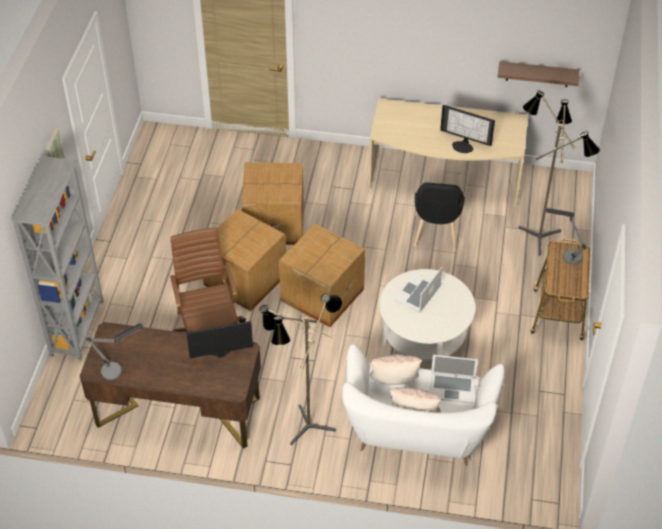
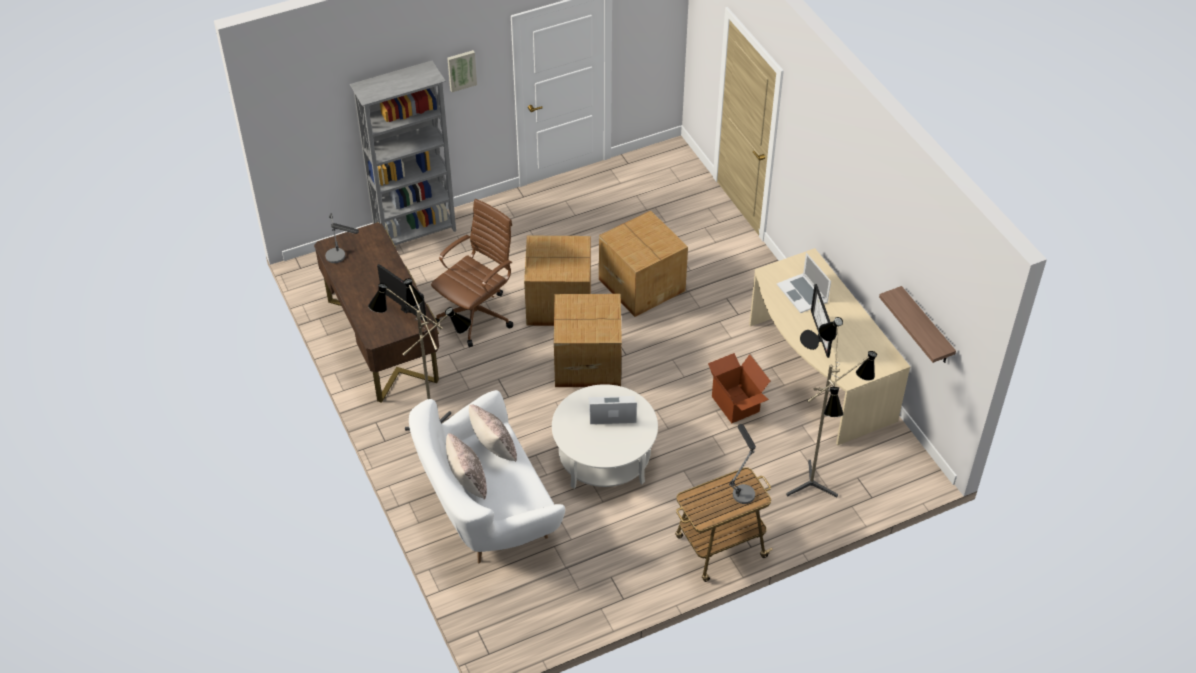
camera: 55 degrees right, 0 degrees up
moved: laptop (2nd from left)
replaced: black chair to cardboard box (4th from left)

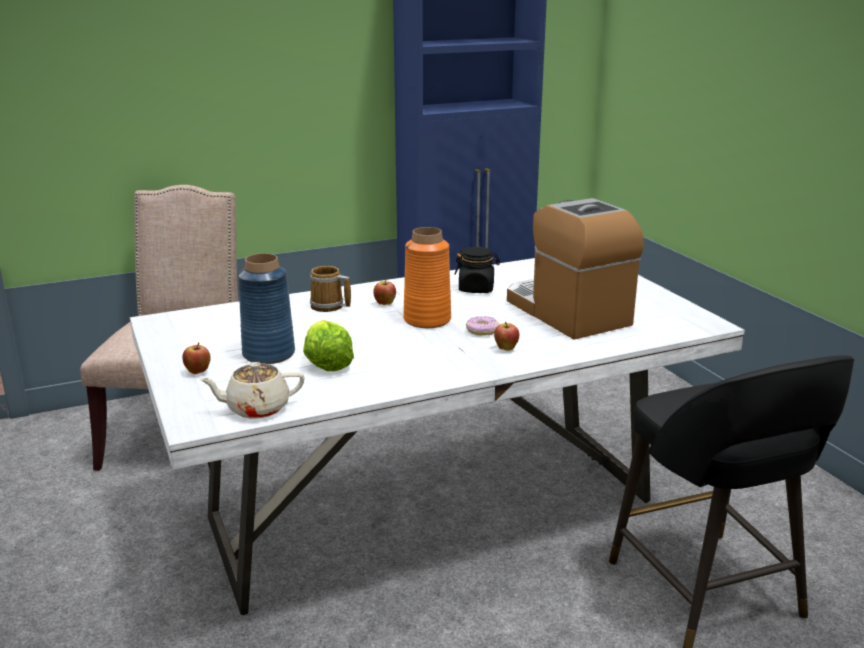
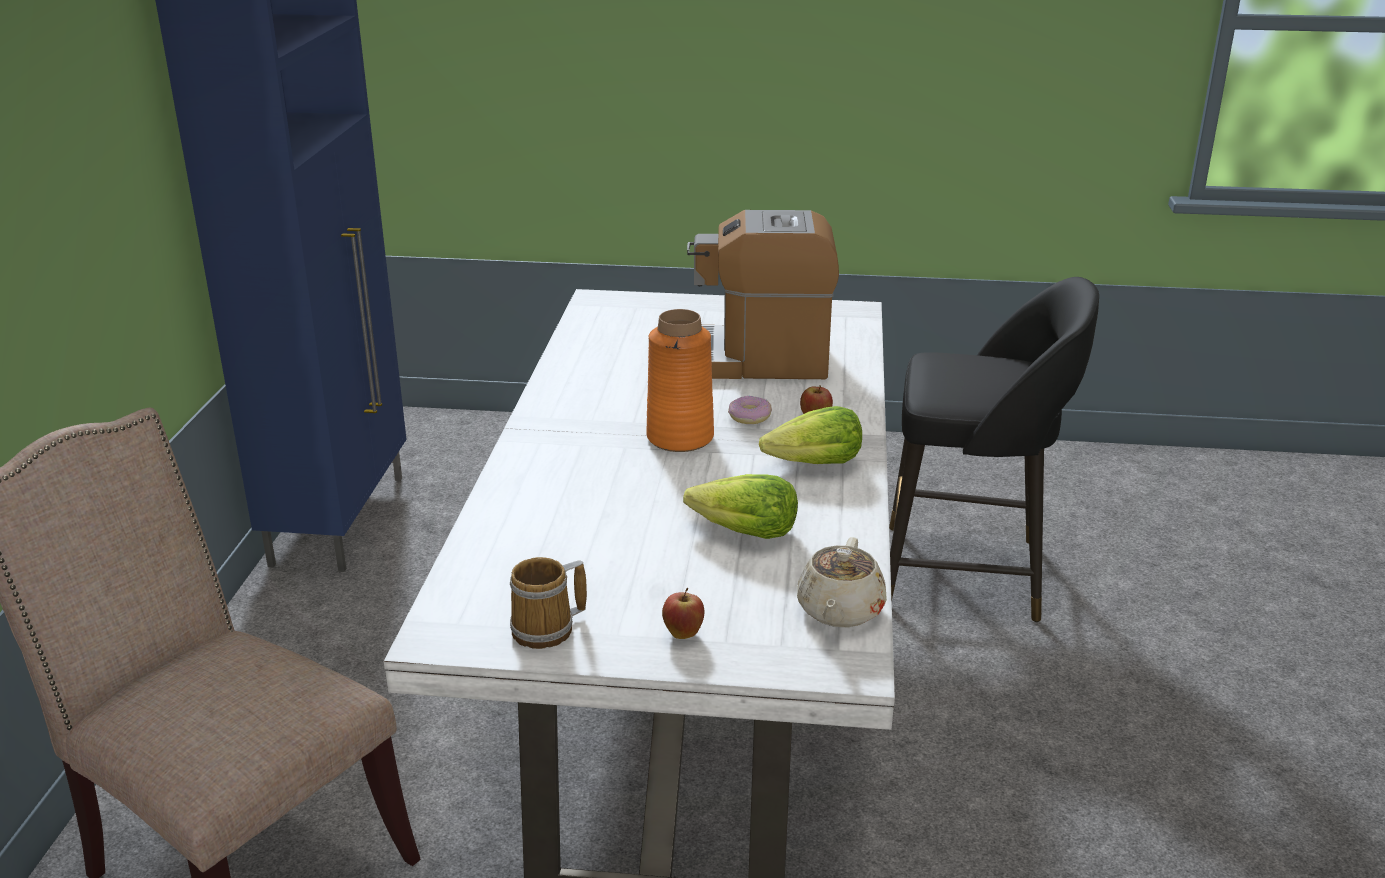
camera: 60 degrees left, 5 degrees up
removed: blue vase; apple (2nd from left); black jar
added: lettuce (2nd from left)
moved: mug

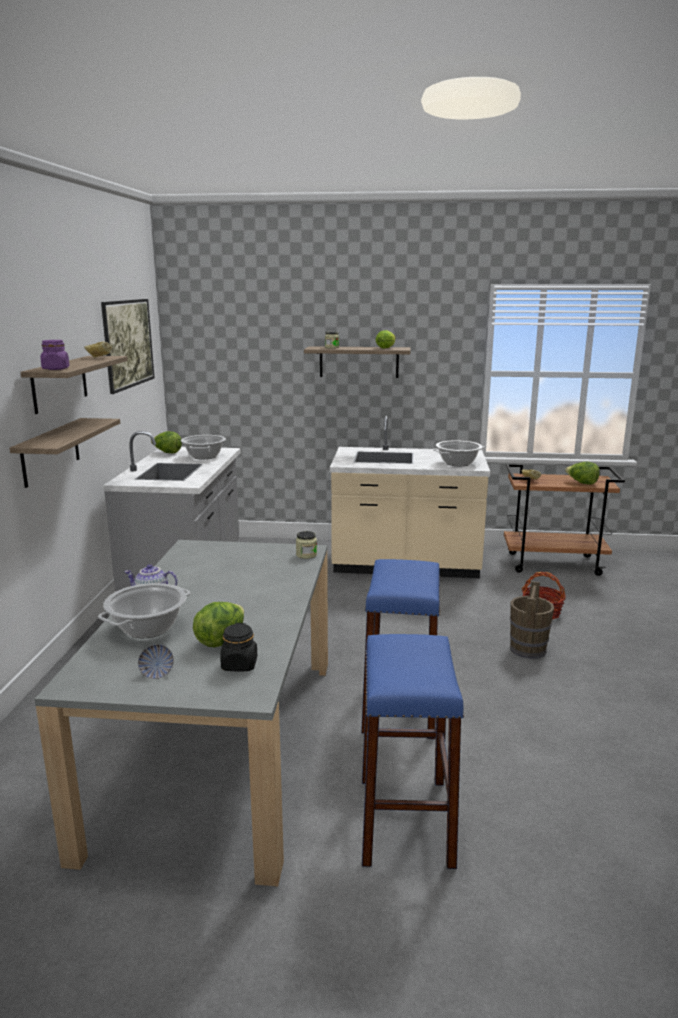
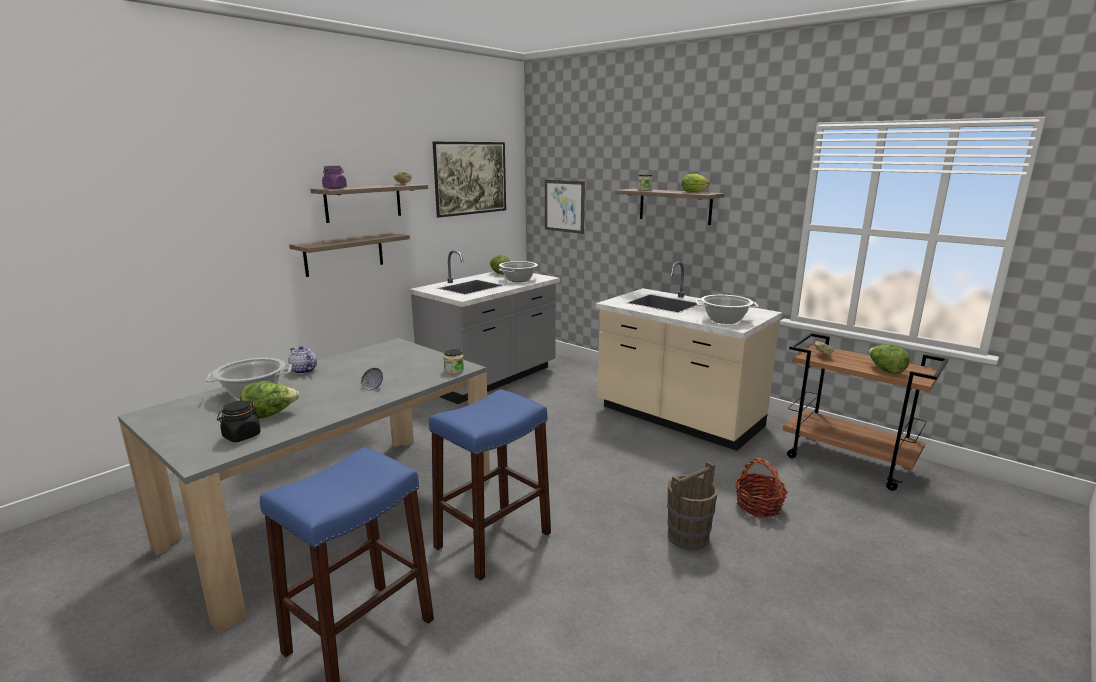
camera: 35 degrees right, 0 degrees up
added: picture (2nd from left)
moved: bowl

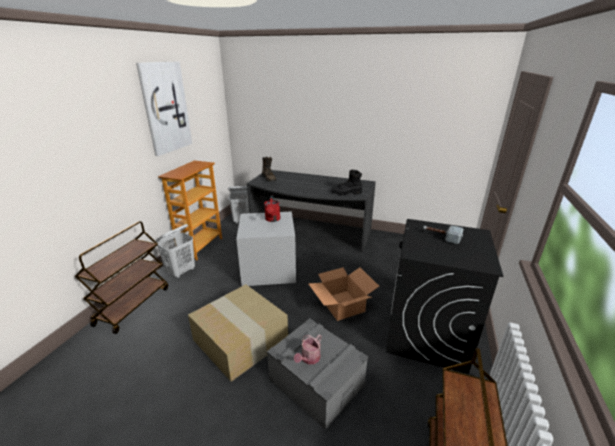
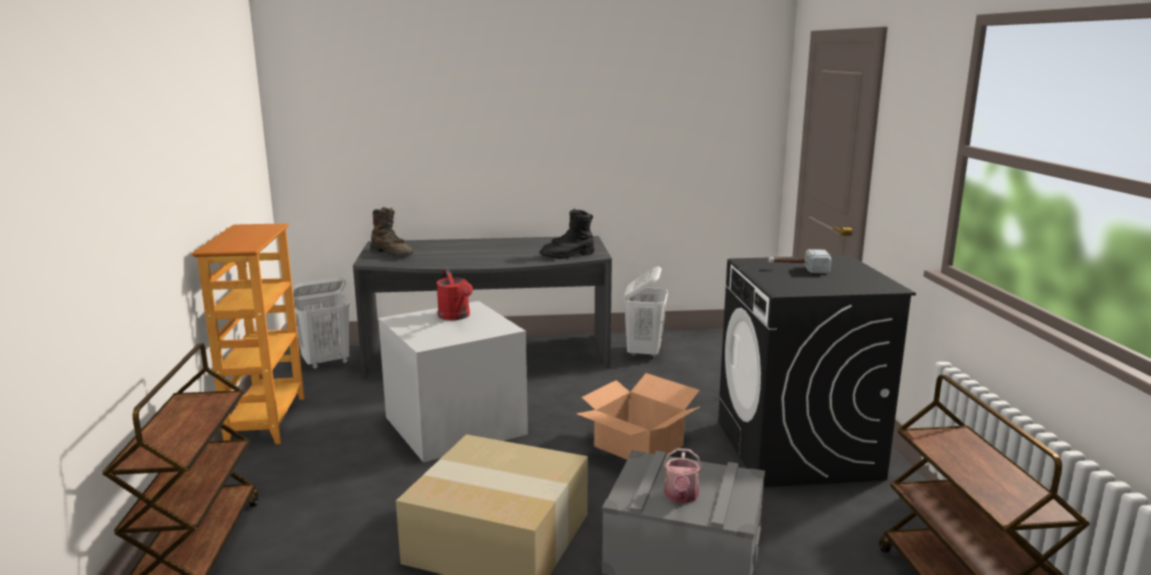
camera: 25 degrees left, 10 degrees down
removed: picture
moved: white laundry basket (1st from left in the first image) to white laundry basket (2nd from left)

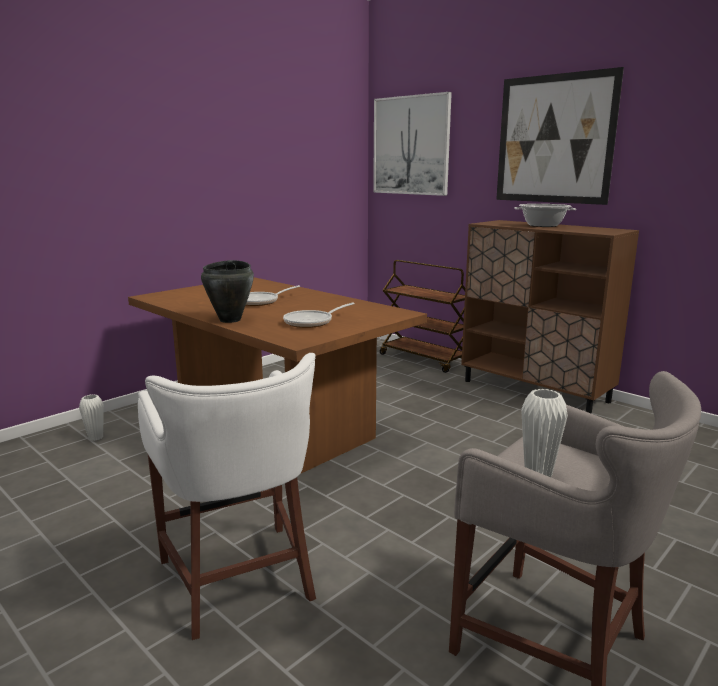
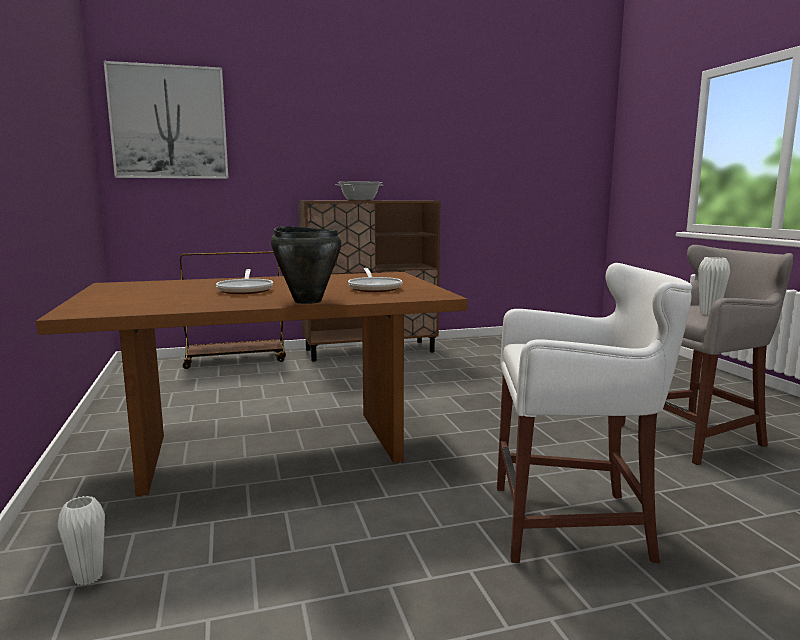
camera: 60 degrees left, 5 degrees down
removed: picture (2nd from left)

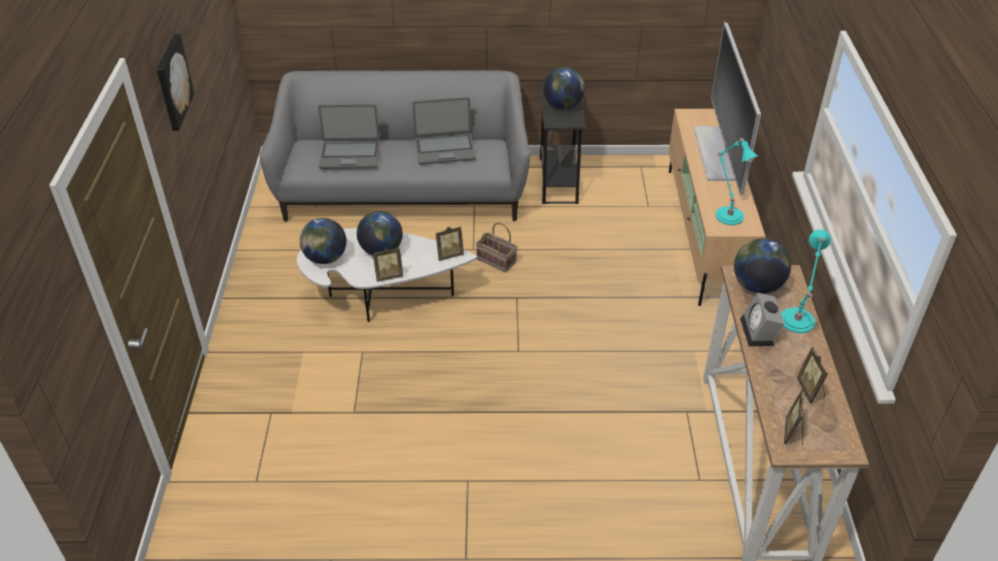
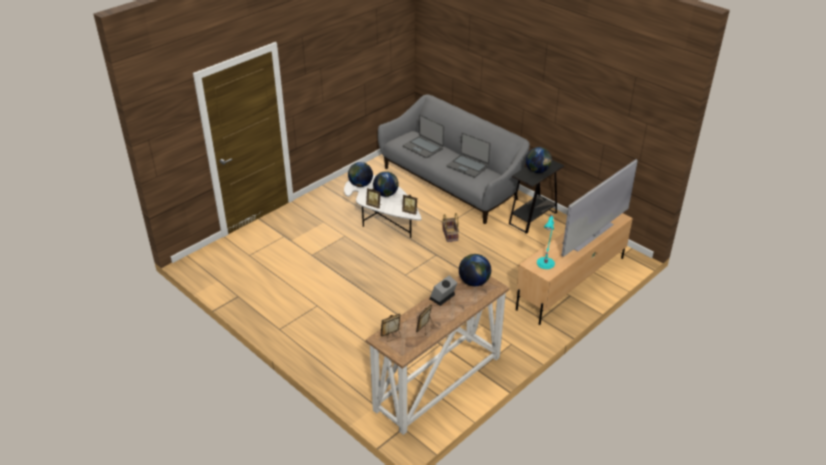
camera: 45 degrees right, 5 degrees down
removed: picture; turquoise table lamp (2nd from left)

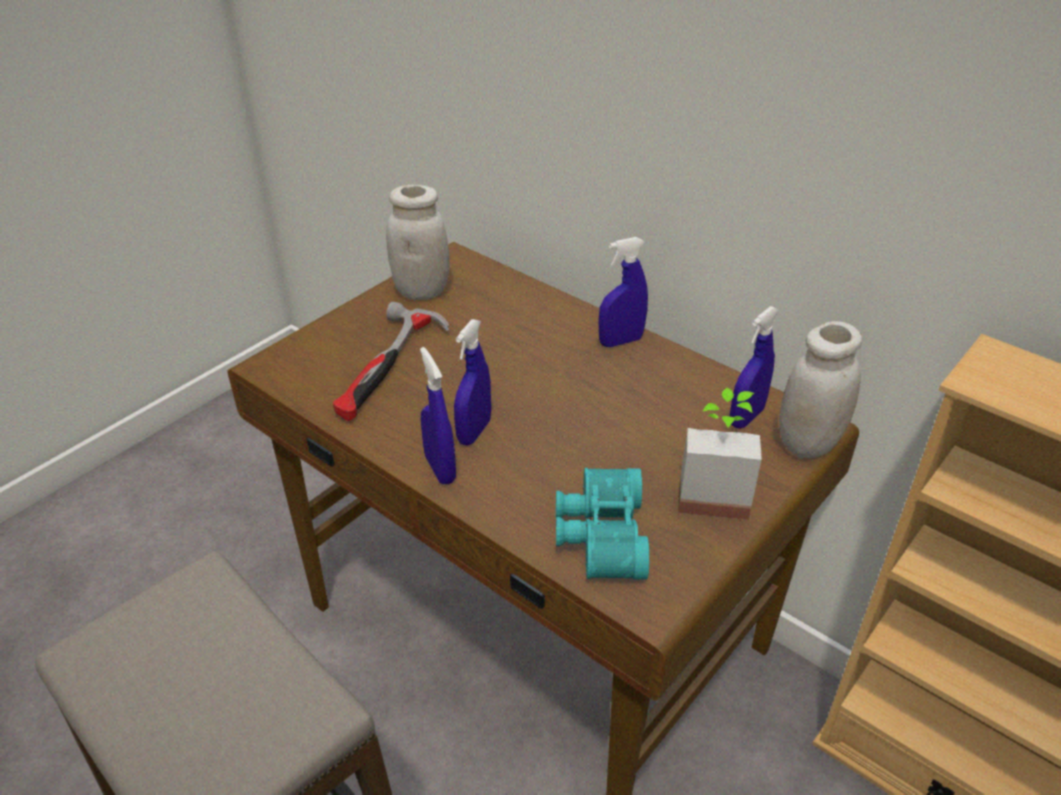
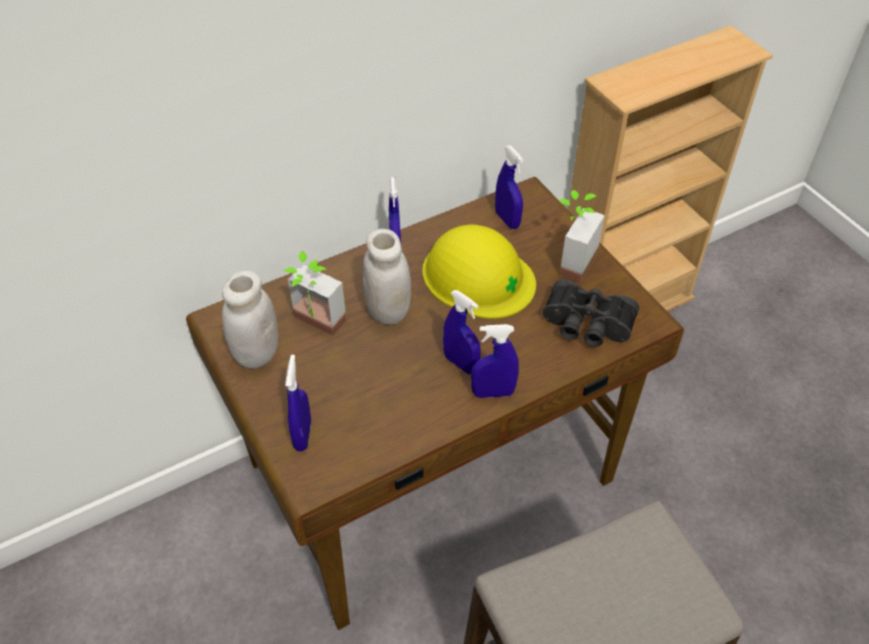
camera: 70 degrees left, 10 degrees up
removed: hammer
added: potted plant (1st from left); blue spray bottle (1st from left); yellow hard hat
moved: white jar (2nd from left)
recoloured: turquoise binoculars to black binoculars

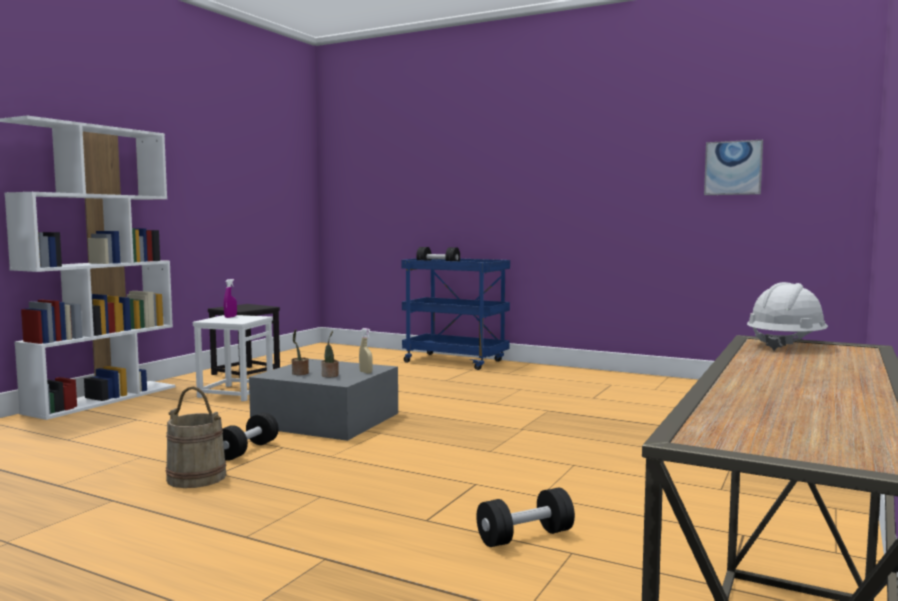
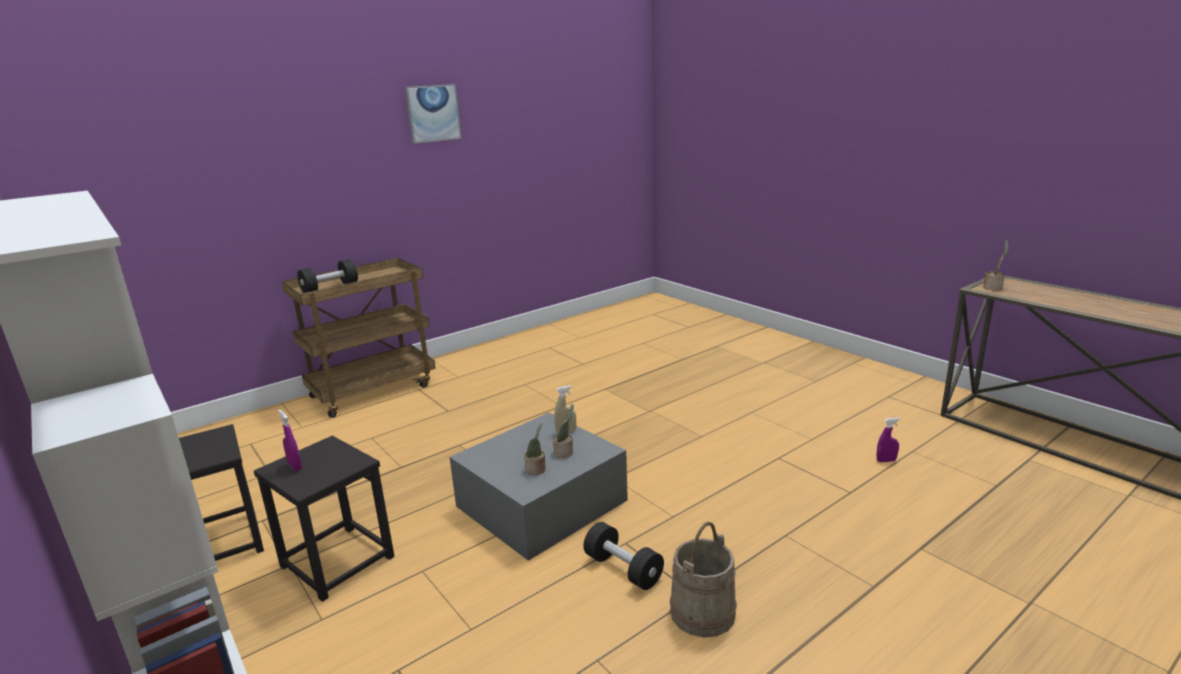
camera: 65 degrees left, 15 degrees up
moved: picture
replaced: black dumbbell (3rd from left) to purple spray bottle (2nd from left); white hard hat to potted plant (3rd from left)
recoloured: white stool to black stool (2nd from left); blue cart to brown cart

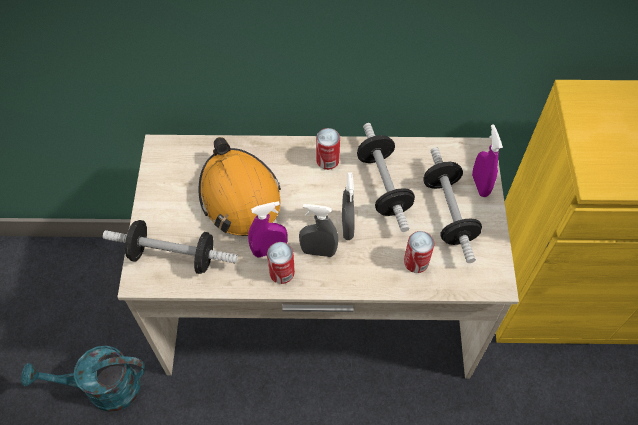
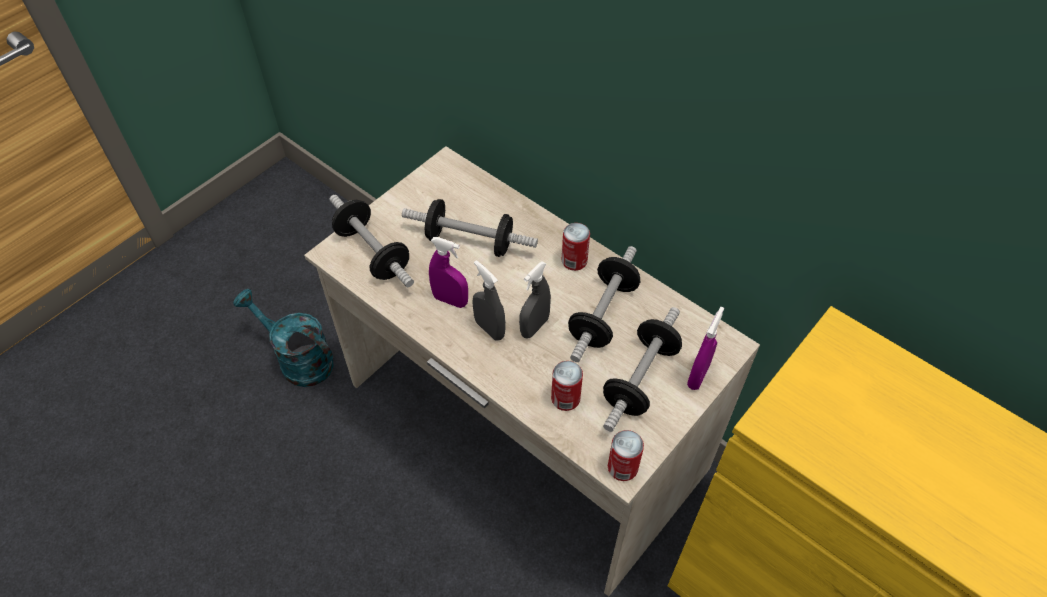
camera: 40 degrees right, 5 degrees down
moved: can (1st from left in the first image) to can (3rd from left)
replaced: orange hard hat to dumbbell (2nd from left)

